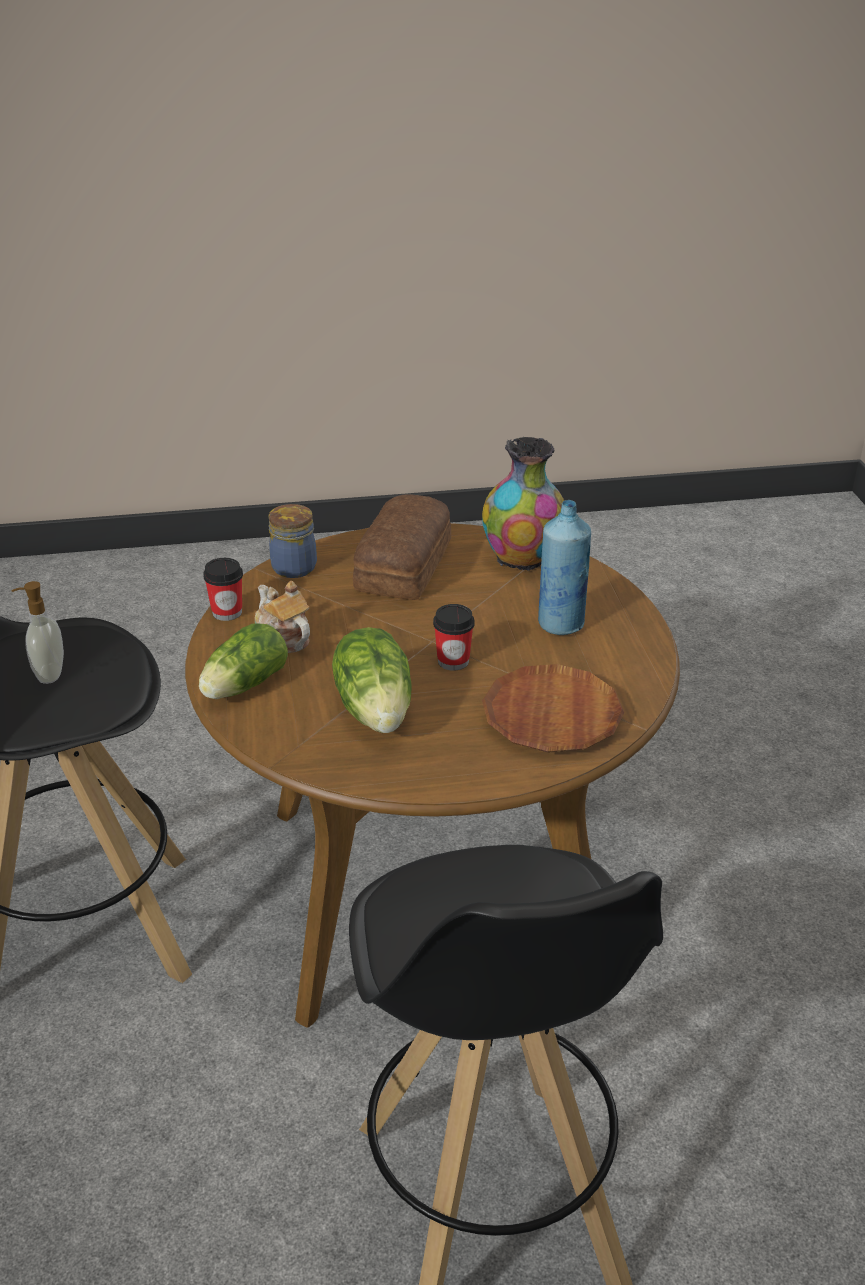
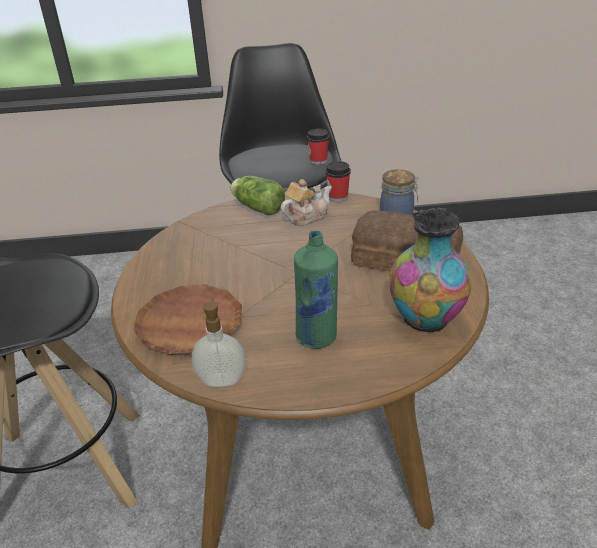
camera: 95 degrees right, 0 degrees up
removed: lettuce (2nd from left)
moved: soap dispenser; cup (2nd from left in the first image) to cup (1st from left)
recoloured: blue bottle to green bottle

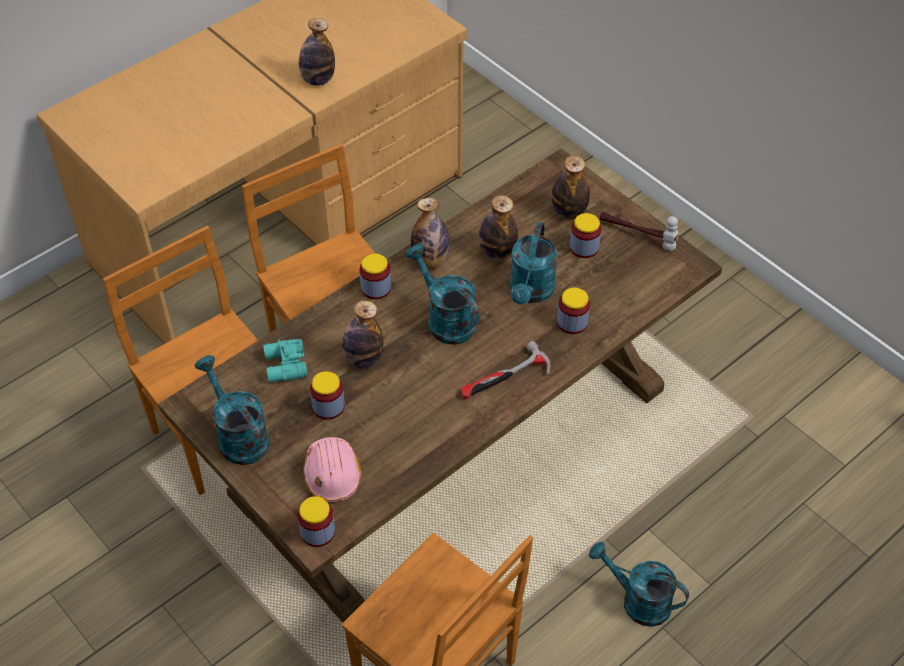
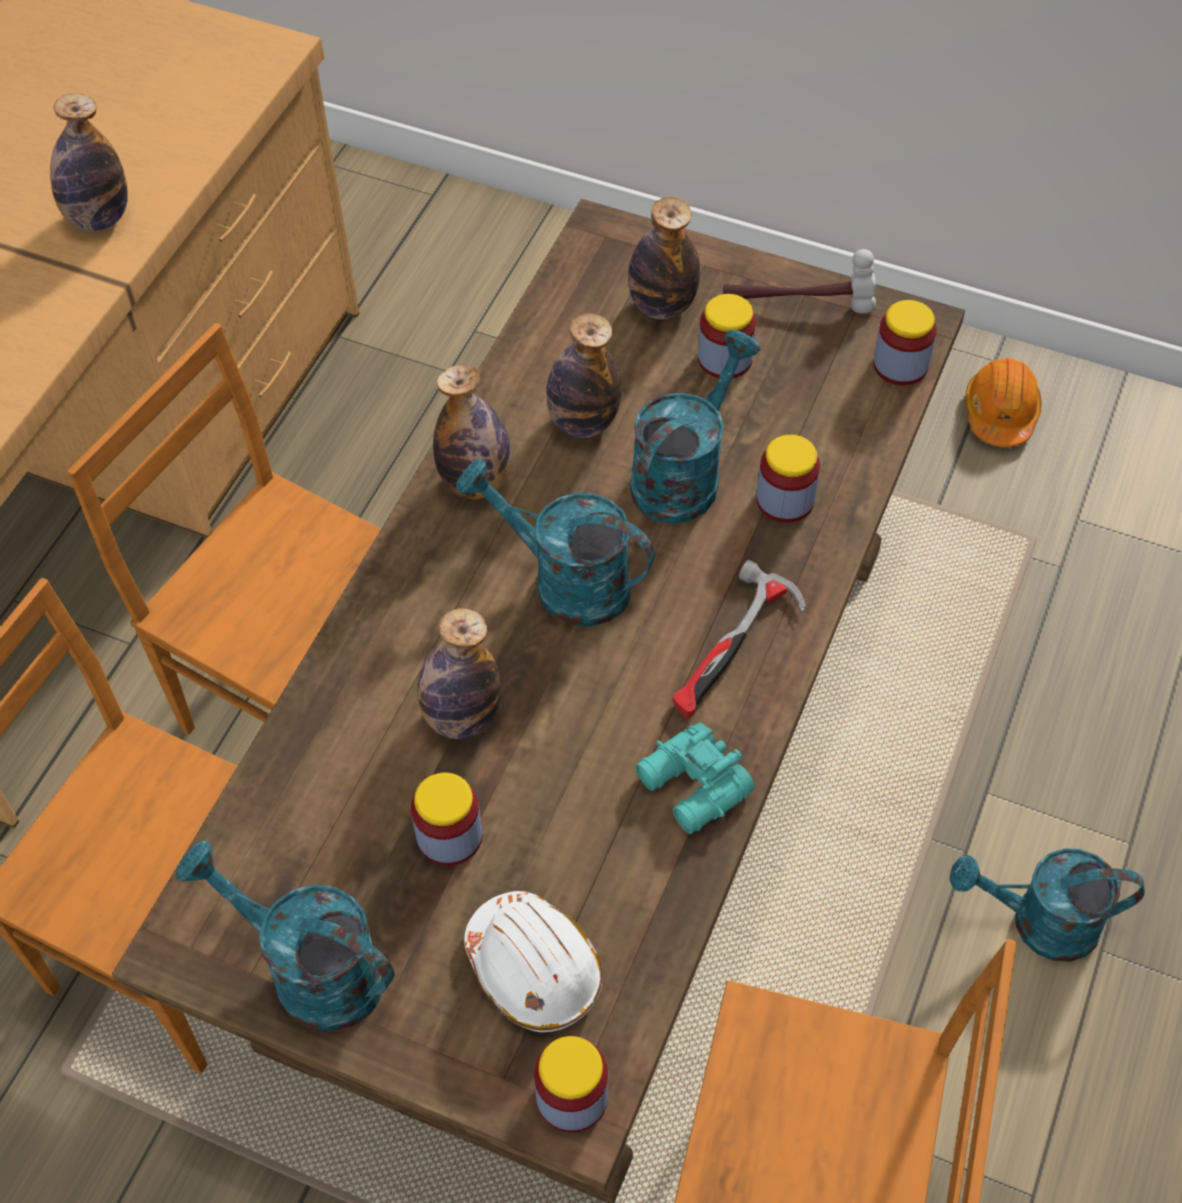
camera: 25 degrees left, 5 degrees up
added: orange hard hat
moved: turquoise binoculars; jar (3rd from left in the first image) to jar (5th from left)
recoloured: pink hard hat to white hard hat
turned: turquoise watering can (3rd from left) 135 degrees counterclockwise

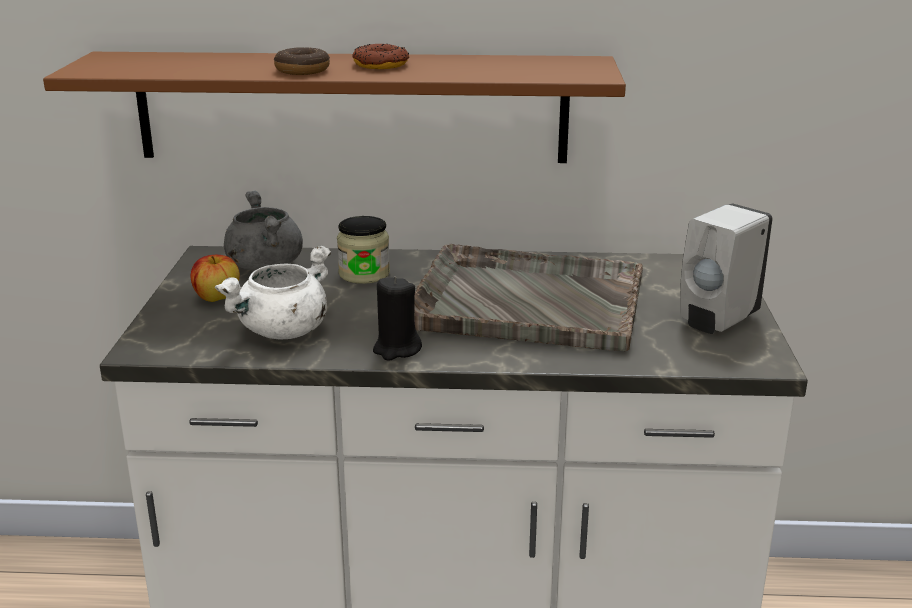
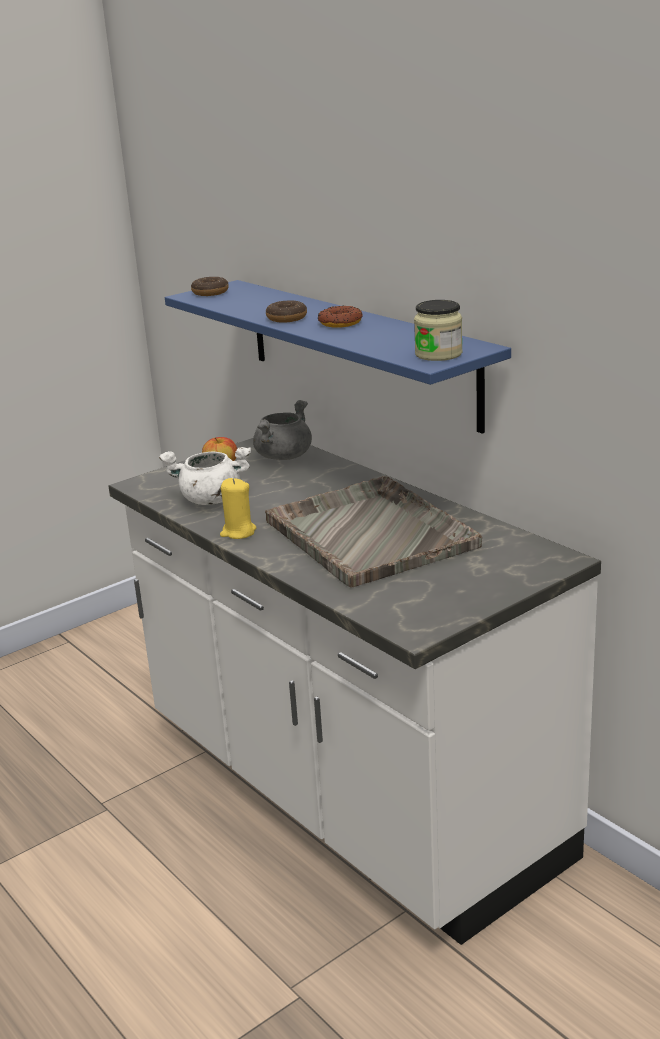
camera: 50 degrees right, 0 degrees up
removed: white soap dispenser
added: donut (1st from left)
moved: jar
recoloured: brown shelf to blue shelf; black candle to yellow candle

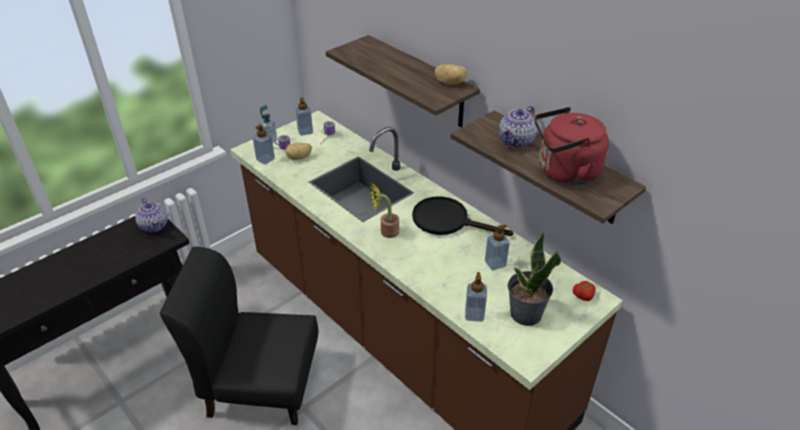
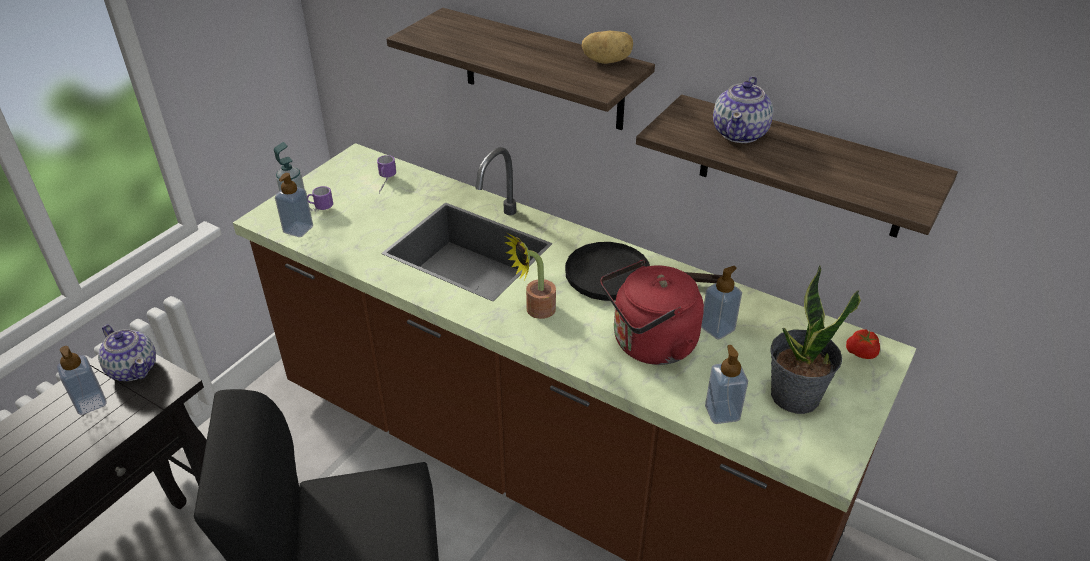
camera: 15 degrees left, 0 degrees up
removed: potato (1st from left)
moved: soap dispenser (3rd from left in the first image) to soap dispenser (1st from left); red kettle

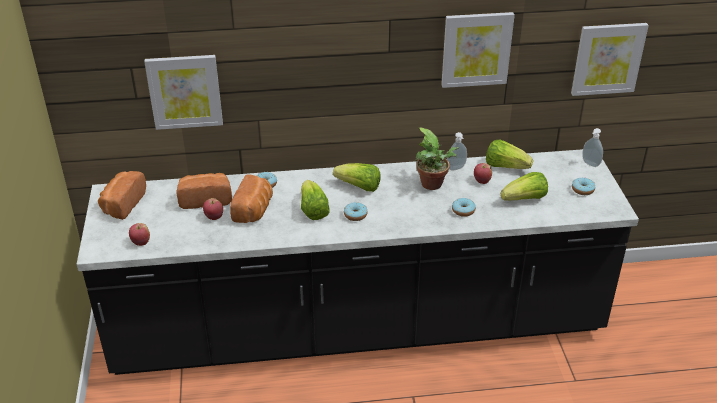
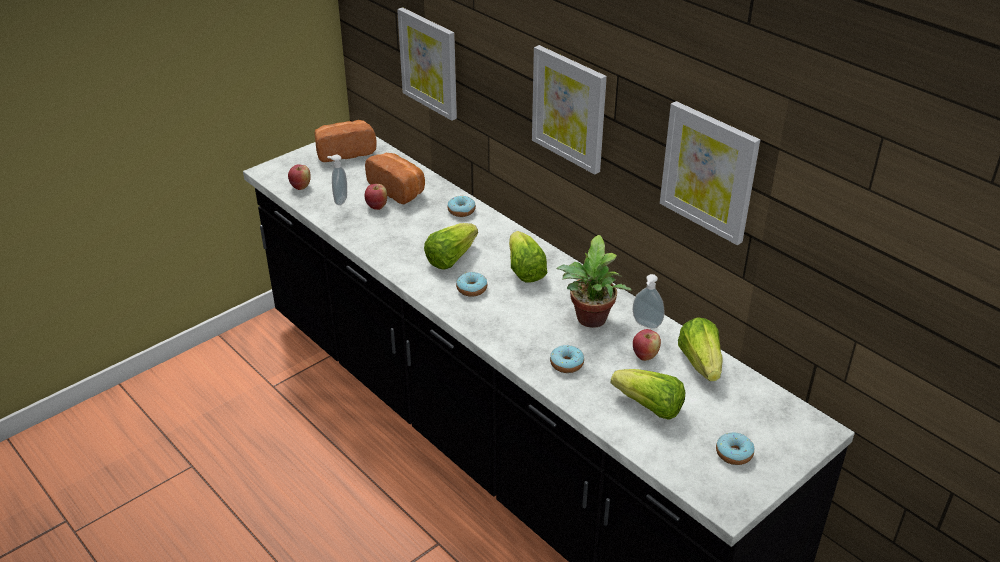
camera: 55 degrees right, 0 degrees up
removed: bread (3rd from left)
moved: picture (3rd from left in the first image) to picture (2nd from left); soap dispenser (2nd from left in the first image) to soap dispenser (1st from left)

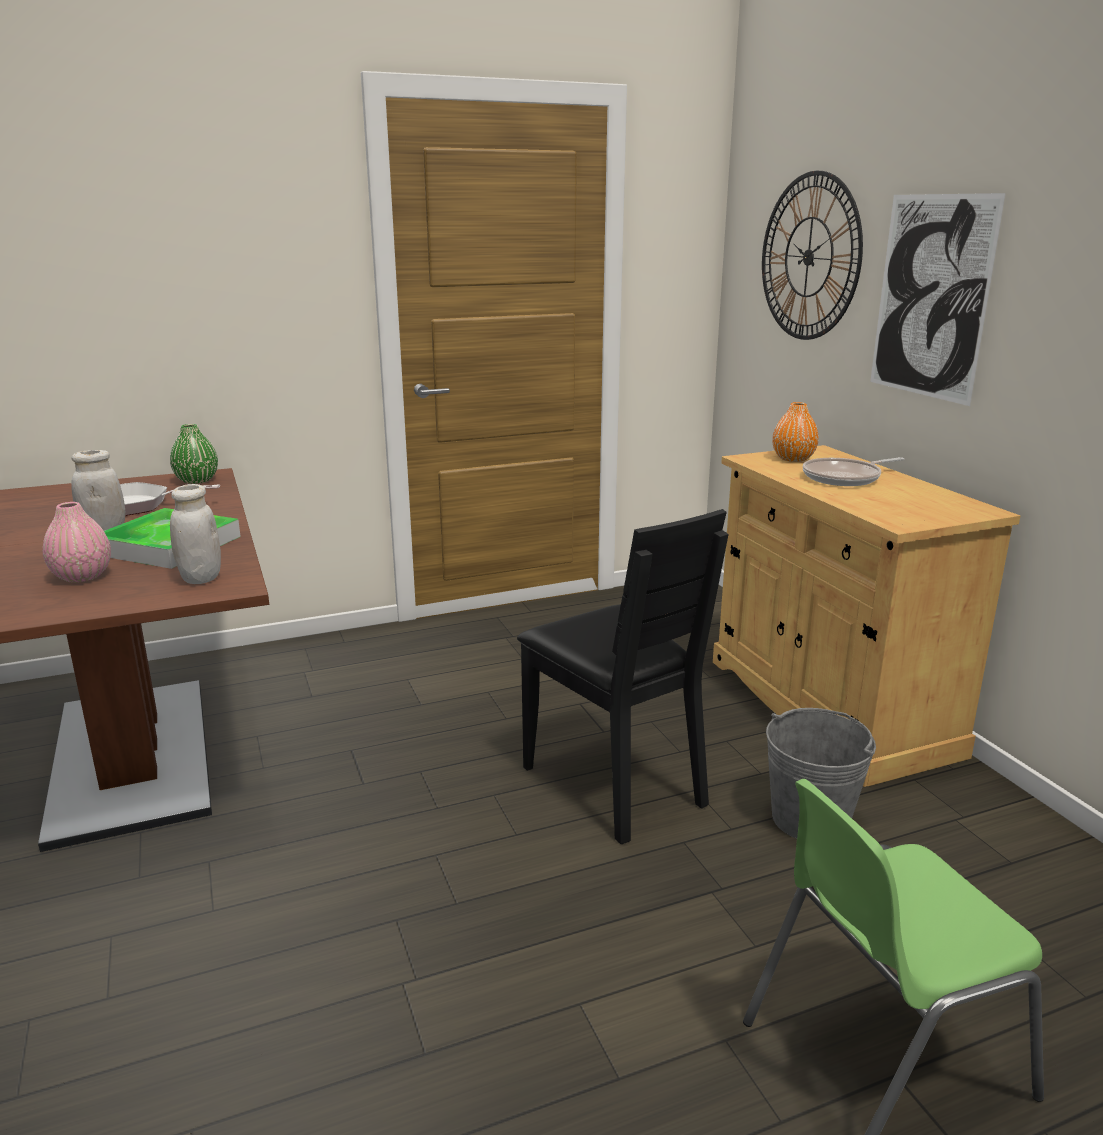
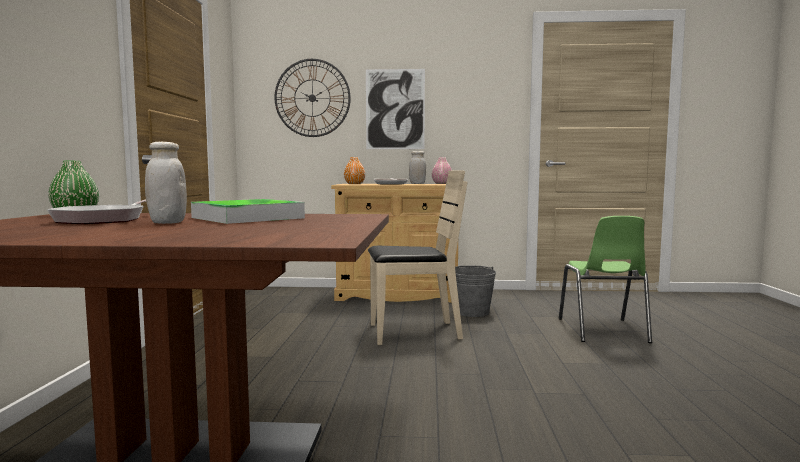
camera: 65 degrees left, 15 degrees down
moved: pink vase; white jar (2nd from left)
recoloured: black chair to beige chair

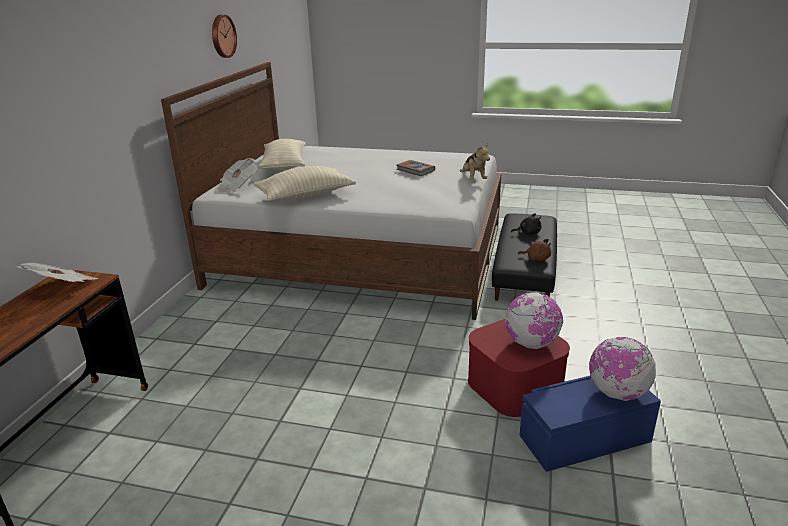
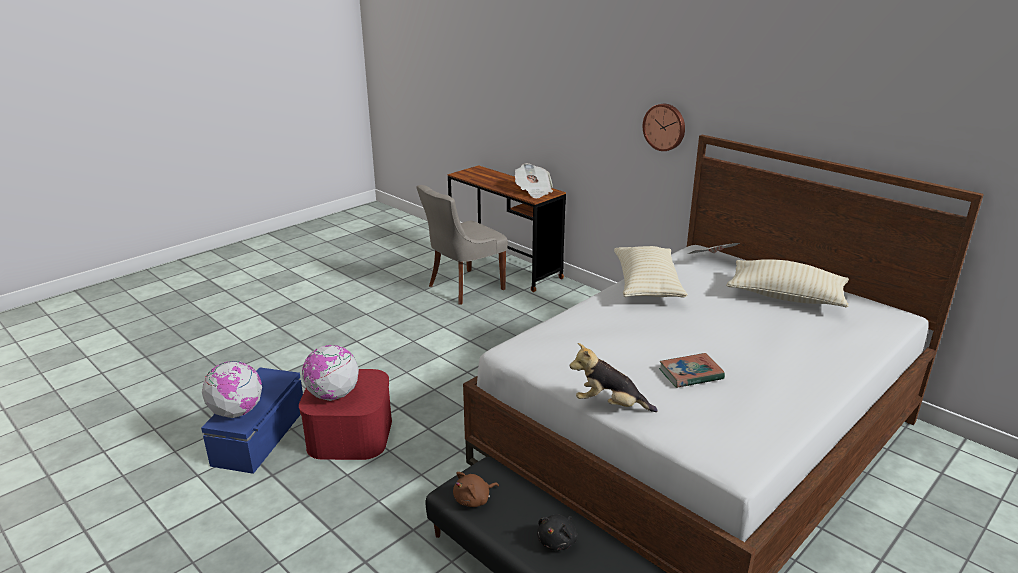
camera: 120 degrees right, 0 degrees up
added: grey chair
moved: wall clock

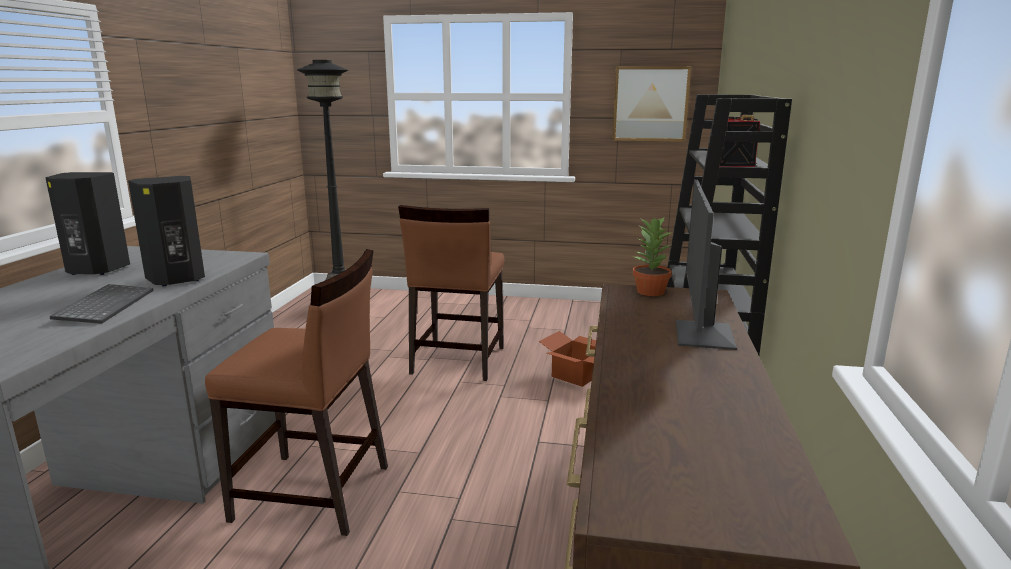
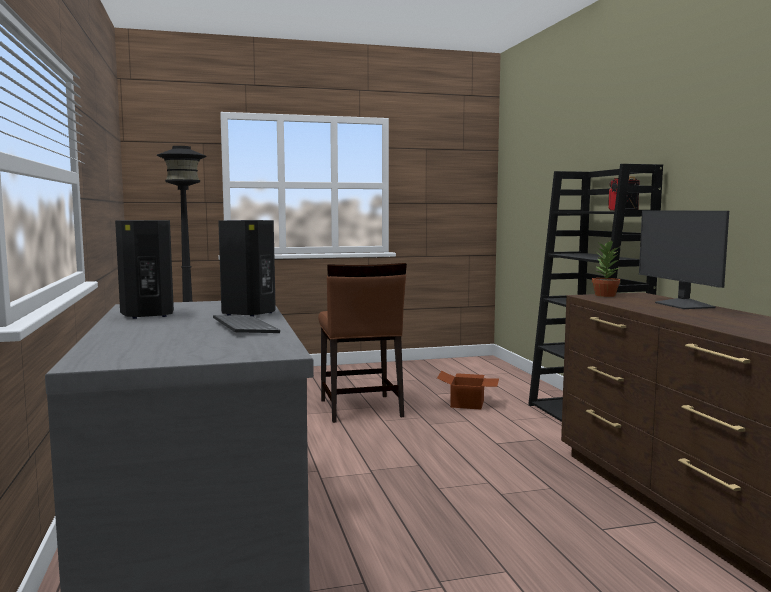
camera: 25 degrees left, 10 degrees down
removed: brown chair (1st from left); picture

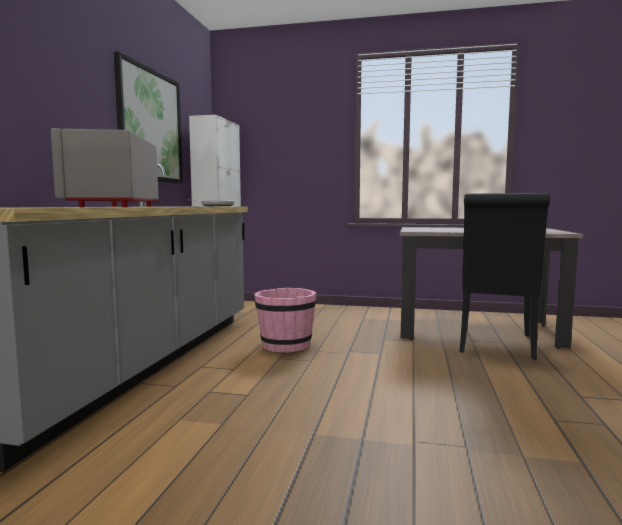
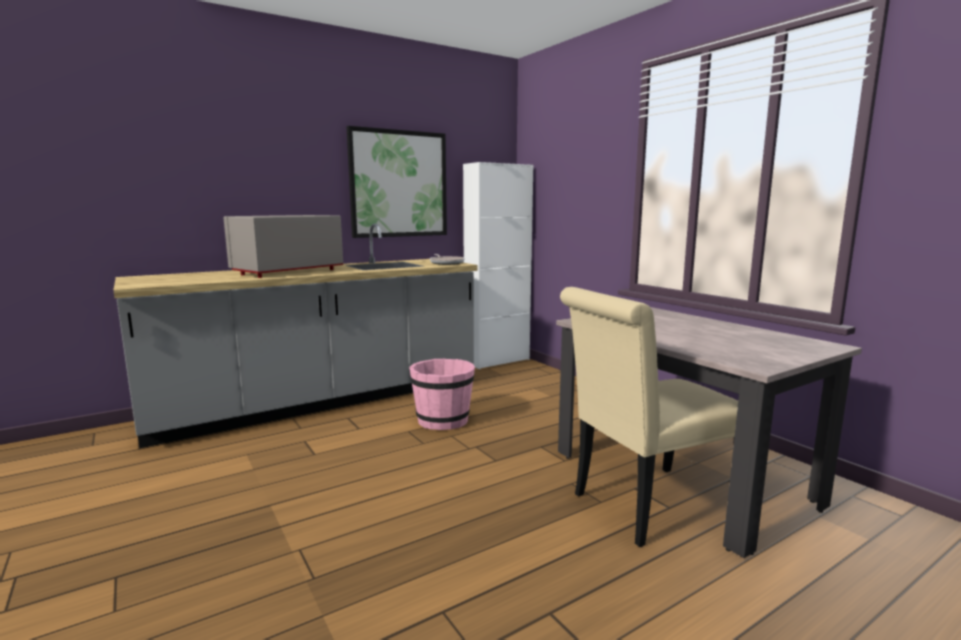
camera: 45 degrees right, 5 degrees up
recoloured: black chair to beige chair

